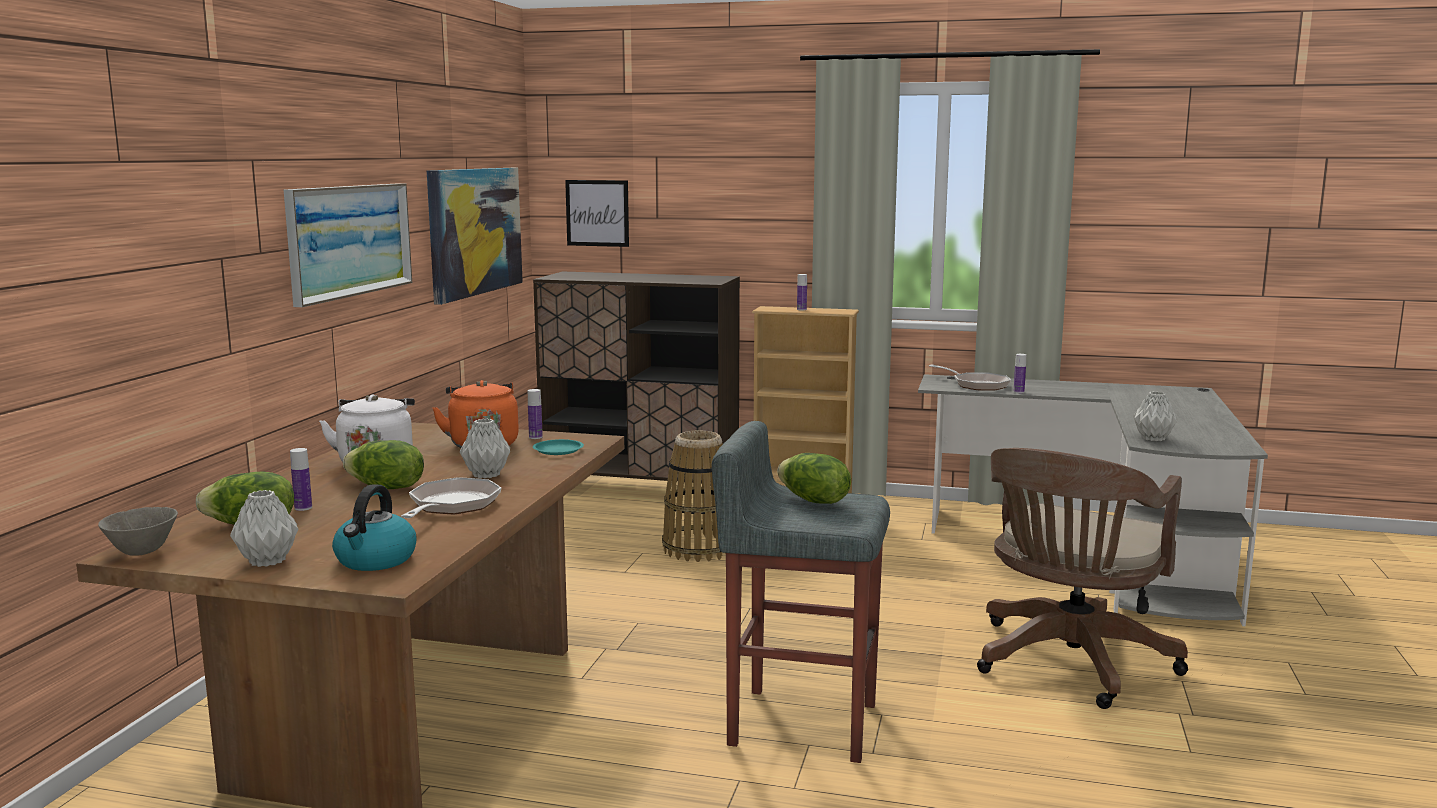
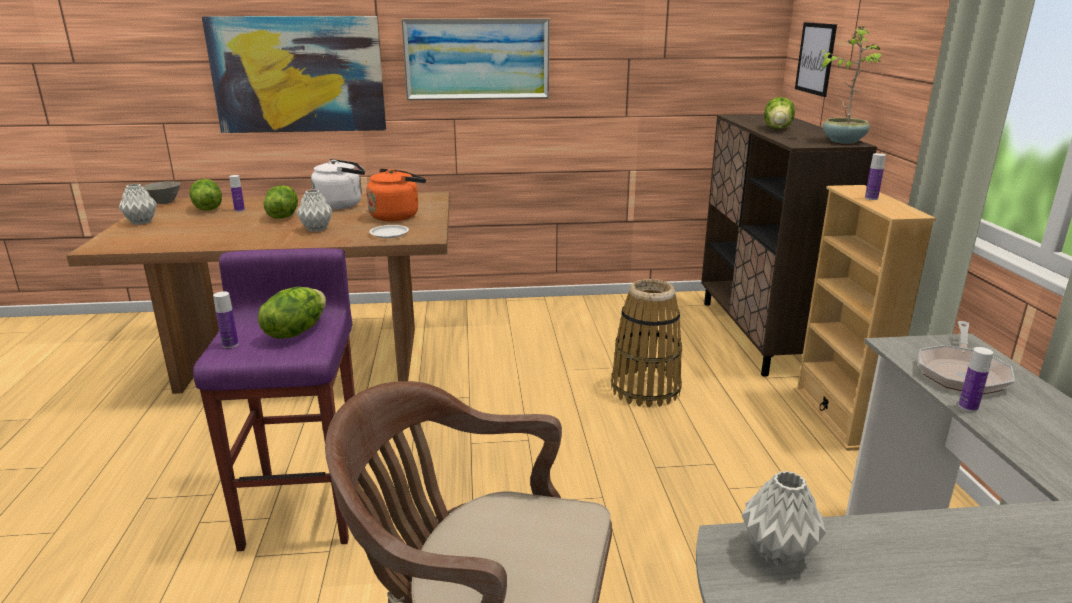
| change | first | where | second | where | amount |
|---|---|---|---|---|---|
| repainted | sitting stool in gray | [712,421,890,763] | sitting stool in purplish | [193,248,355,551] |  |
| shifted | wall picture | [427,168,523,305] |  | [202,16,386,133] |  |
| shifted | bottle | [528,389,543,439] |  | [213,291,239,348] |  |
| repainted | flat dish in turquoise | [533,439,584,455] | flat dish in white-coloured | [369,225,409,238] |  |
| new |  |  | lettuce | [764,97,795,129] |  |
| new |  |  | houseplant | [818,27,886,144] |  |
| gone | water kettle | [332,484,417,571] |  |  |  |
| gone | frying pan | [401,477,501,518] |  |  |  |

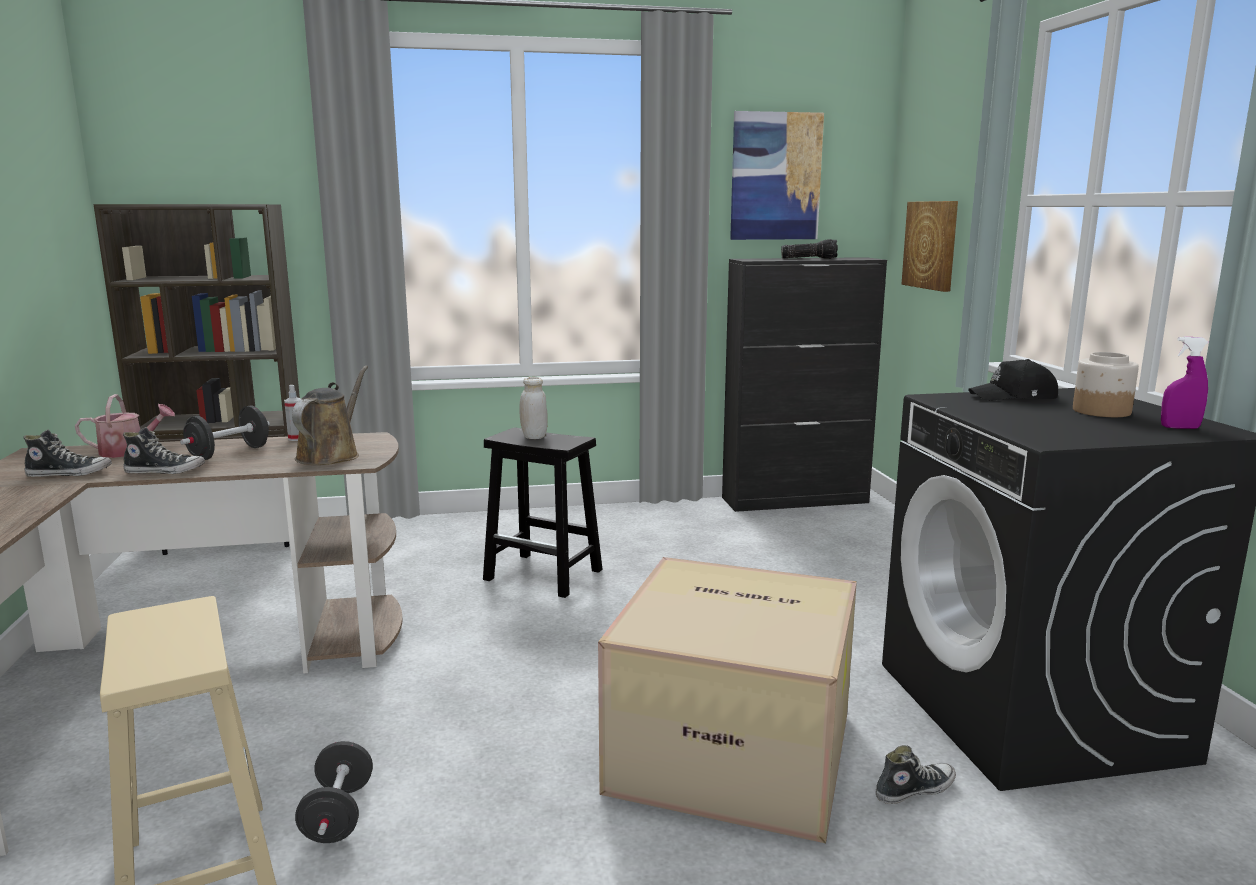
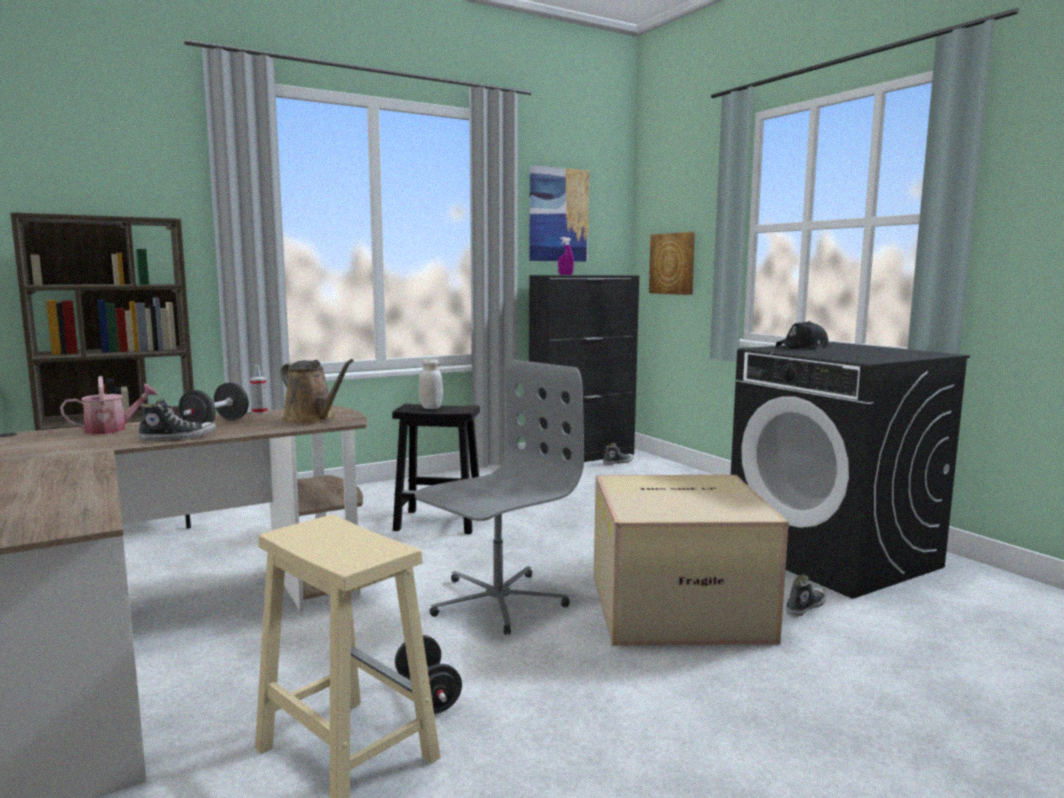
| change | first | where | second | where | amount |
|---|---|---|---|---|---|
| rotated | watering can in brown | [292,366,368,465] |  | [281,359,354,424] | 135 degrees clockwise |
| new |  |  | office chair in gray | [415,360,584,635] |  |
| shifted | spray bottle in purplish | [1161,336,1209,429] |  | [558,237,574,275] |  |
| shifted | item of footwear | [23,429,112,477] |  | [603,443,634,465] |  |
| gone | flashlight | [781,239,838,259] |  |  |  |
| gone | storage jar | [1073,352,1139,417] |  |  |  |

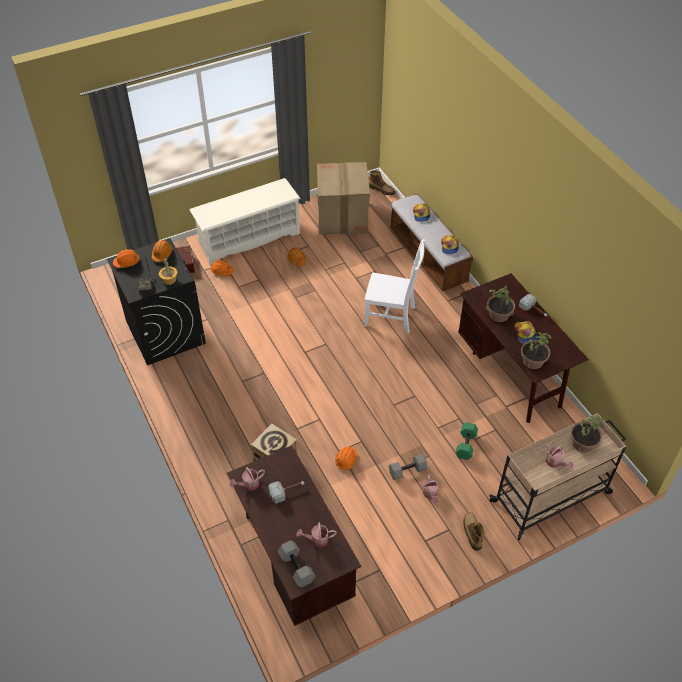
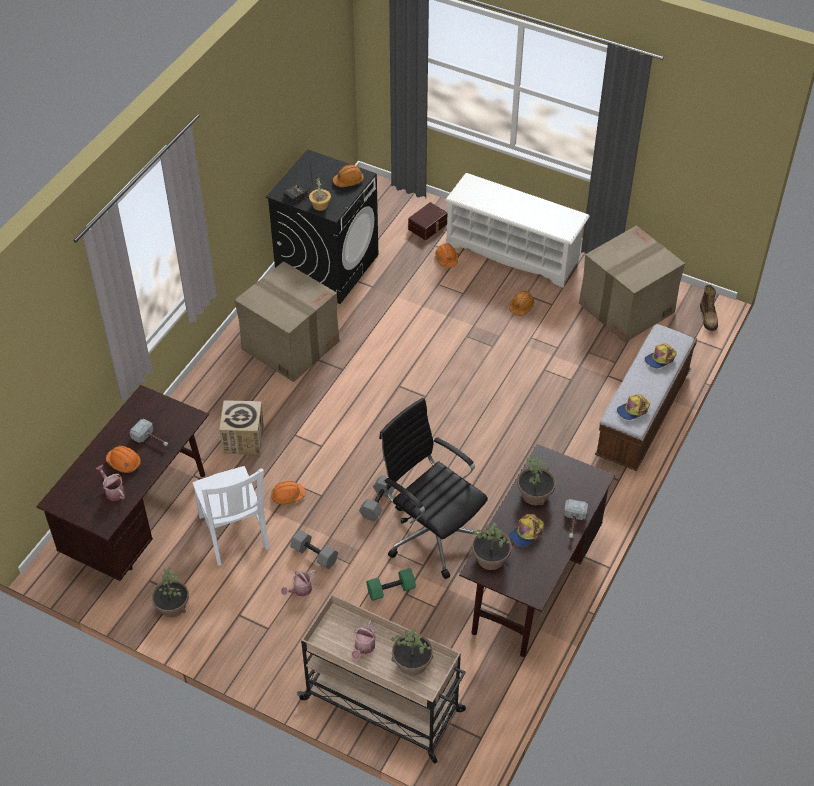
| change | first | where | second | where | amount |
|---|---|---|---|---|---|
| shifted | hard hat in orangey | [113,249,140,268] |  | [106,446,141,473] |  |
| new |  |  | houseplant | [152,567,189,617] |  |
| shifted | upright chair in white-coloured | [364,239,425,334] |  | [193,466,270,566] |  |
| new |  |  | cardboard box | [234,261,340,382] |  |
| shifted | free weight in gray | [278,540,315,588] |  | [359,475,395,522] |  |
| new |  |  | office chair in black-coloured | [379,398,488,579] |  |
| gone | watering can | [229,467,265,491] |  |  |  |
| gone | high-top boot | [463,512,484,551] |  |  |  |

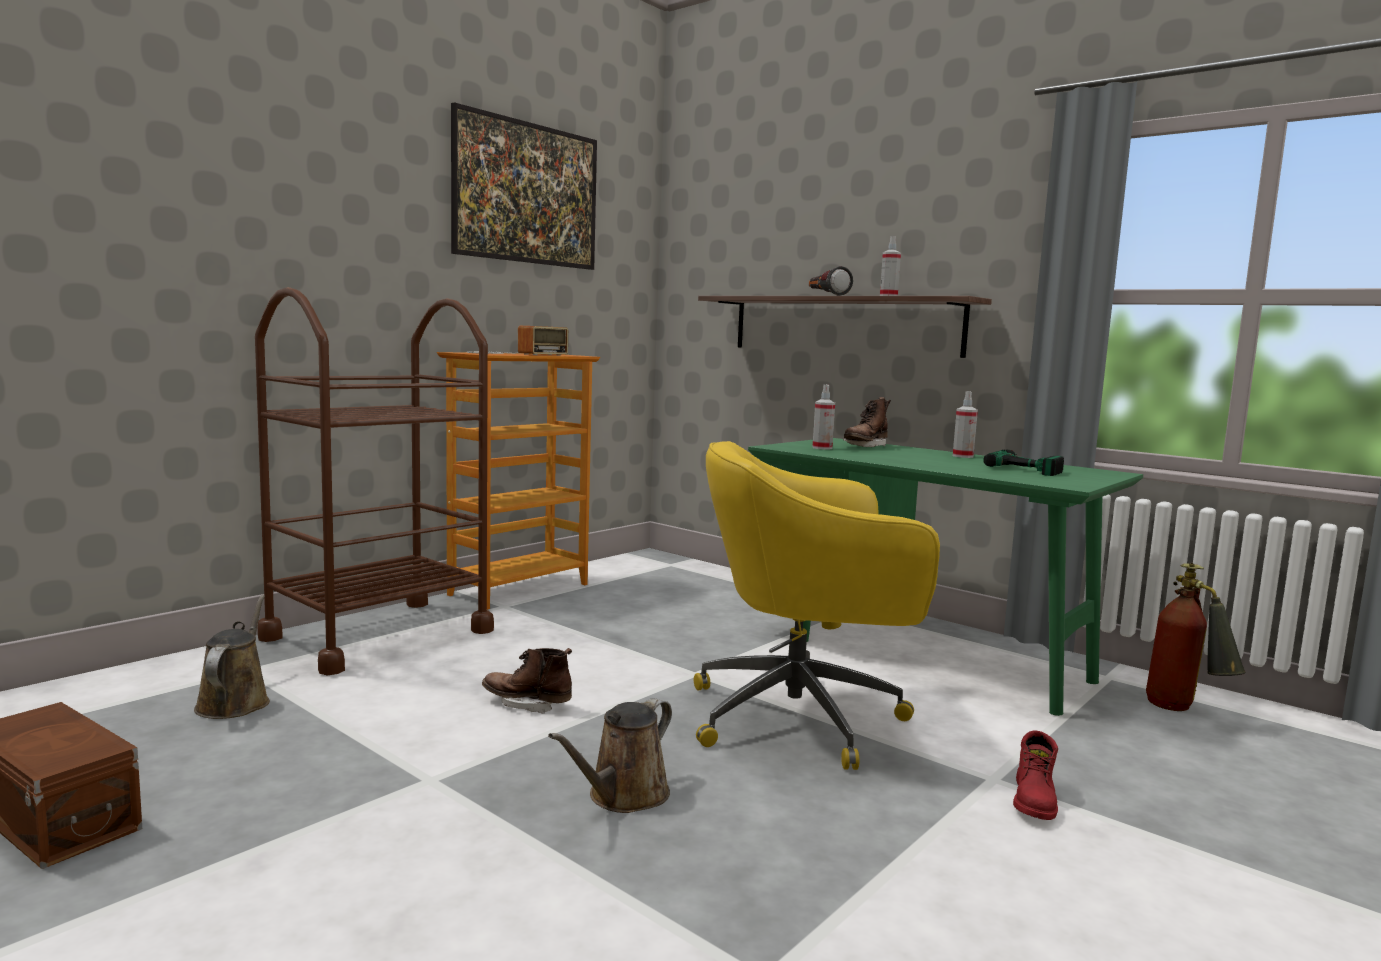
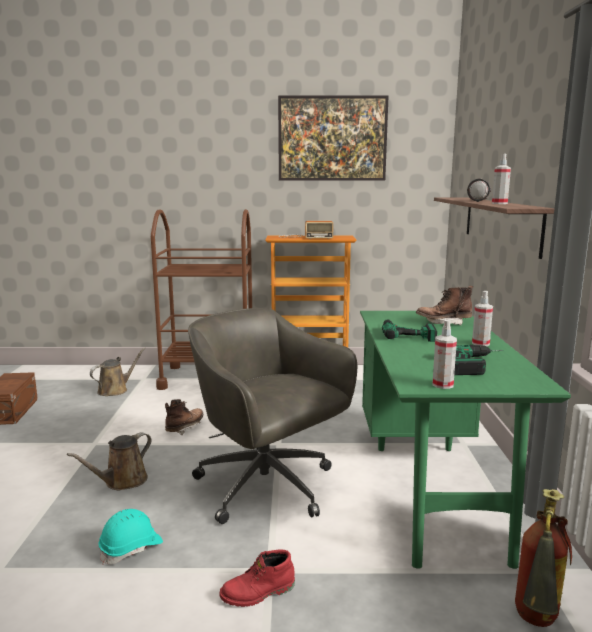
| change | first | where | second | where | amount |
|---|---|---|---|---|---|
| rotated | watering can in brown | [548,698,672,813] |  | [67,432,152,490] | 45 degrees counterclockwise |
| new |  |  | hard hat in turquoise | [99,509,163,565] |  |
| rotated | high-top boot in brown | [482,648,572,714] |  | [165,399,204,435] | 60 degrees clockwise |
| repainted | office chair in yellow | [694,441,940,770] | office chair in gray | [188,308,357,524] |  |
| new |  |  | power drill | [382,319,437,342] |  |
| shifted | spray bottle | [812,385,835,450] |  | [433,320,457,389] |  |

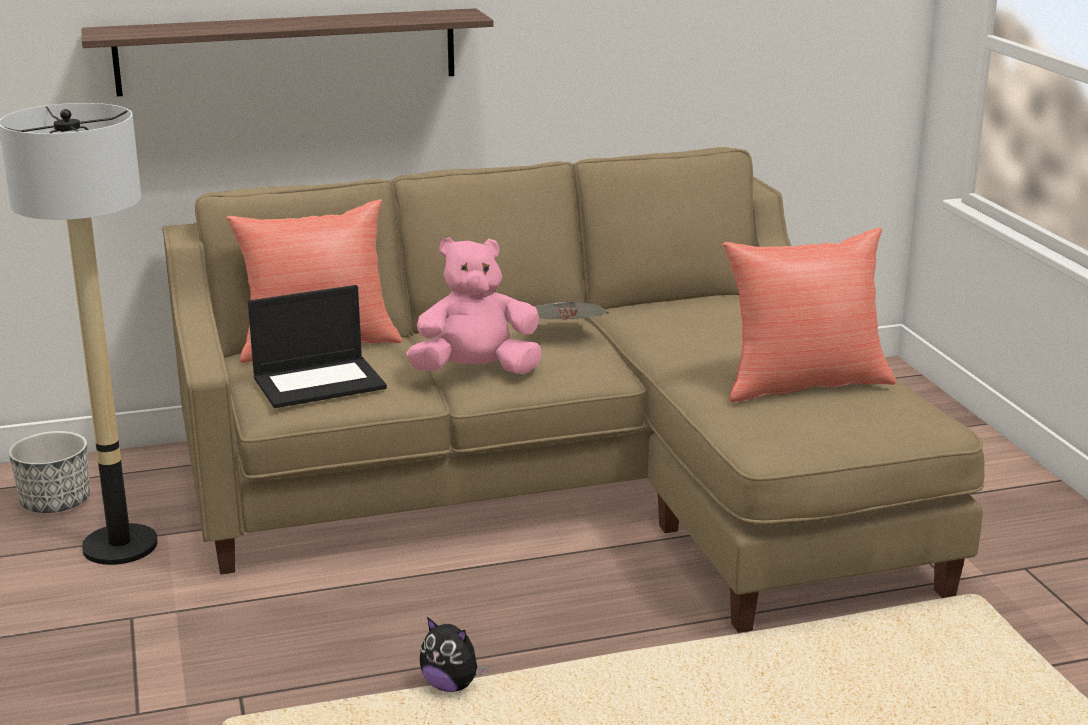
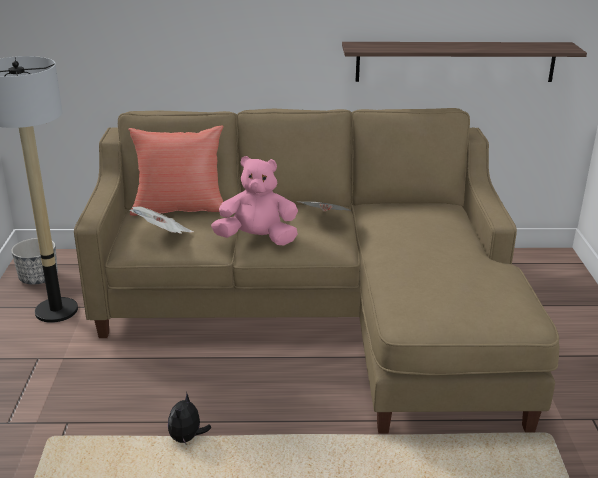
| change | first | where | second | where | amount |
|---|---|---|---|---|---|
| swapped | notebook computer | [248,285,387,408] | daily paper | [130,207,194,234] |  |
| rotated | soft toy | [419,617,488,692] |  | [168,393,212,444] | 60 degrees clockwise |
| shifted | wall shelf | [82,8,493,97] |  | [342,42,587,82] |  |
| gone | pillow in red-coloured | [723,227,896,402] |  |  |  |

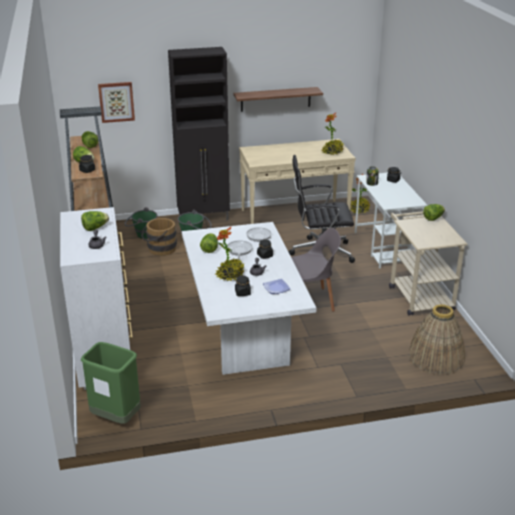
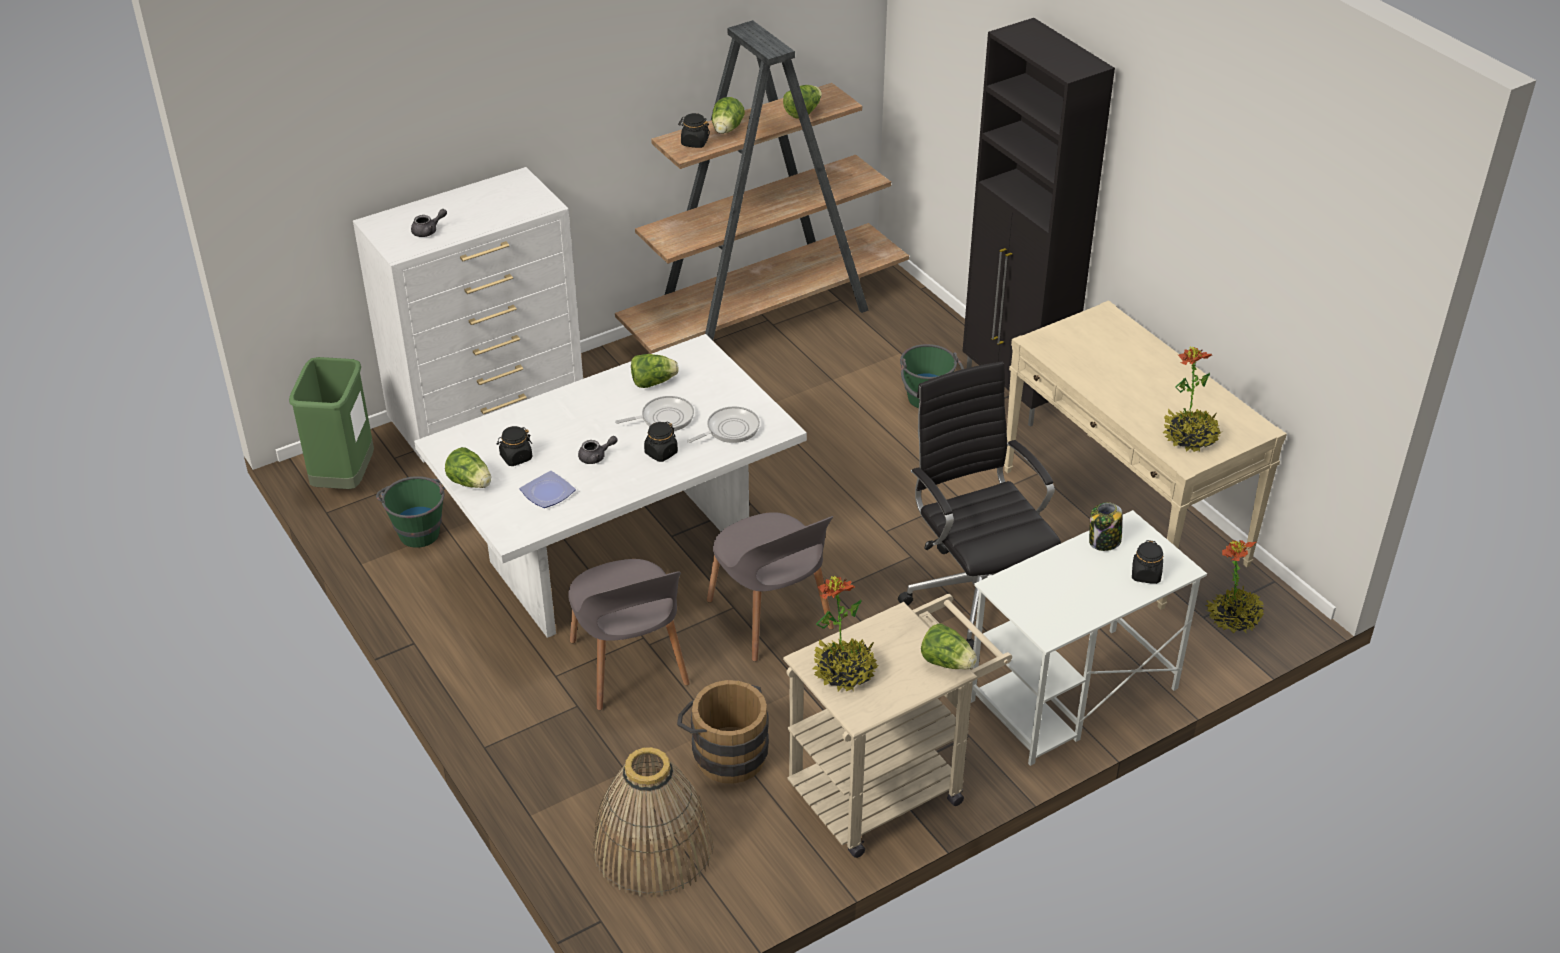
| change | first | where | second | where | amount |
|---|---|---|---|---|---|
| shifted | water bucket in green | [124,207,158,239] |  | [376,476,445,548] |  |
| shifted | lettuce | [81,211,109,231] |  | [445,447,491,488] |  |
| new |  |  | upright chair in gray | [568,559,690,710] |  |
| shifted | water bucket in brown | [141,218,177,256] |  | [677,680,769,784] |  |
| shifted | houseplant | [215,227,245,281] |  | [813,576,879,691] |  |
| gone | wall picture | [98,82,135,123] |  |  |  |
| gone | wall shelf | [233,87,323,112] |  |  |  |

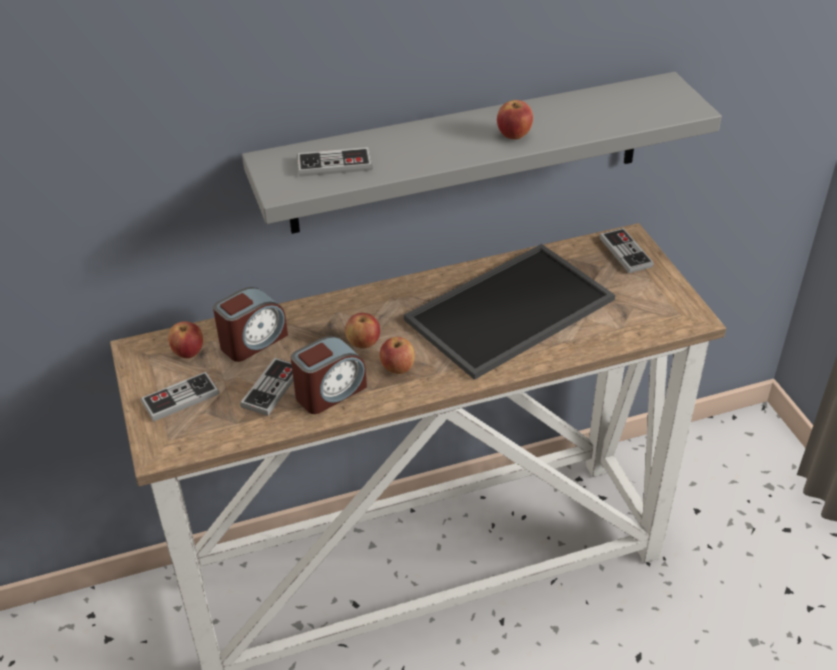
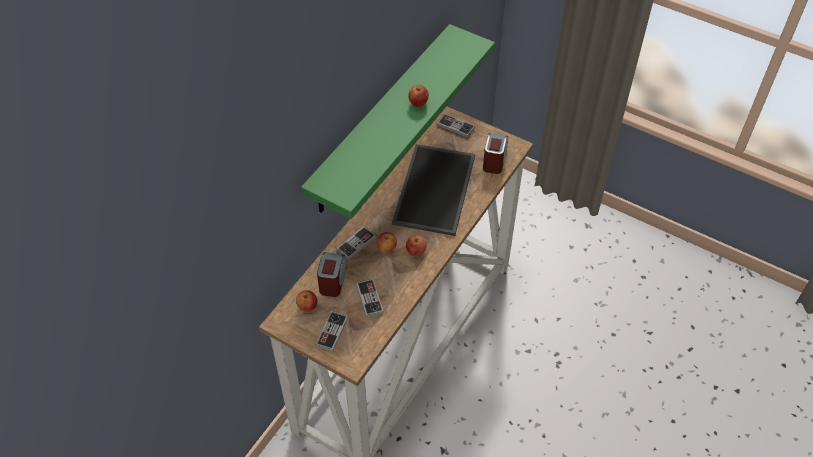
| change | first | where | second | where | amount |
|---|---|---|---|---|---|
| repainted | wall shelf in gray | [242,72,722,234] | wall shelf in green | [301,24,495,219] |  |
| shifted | game controller | [297,147,372,177] |  | [336,226,376,260] |  |
| shifted | bedside clock | [291,336,367,414] |  | [483,133,508,174] |  |

